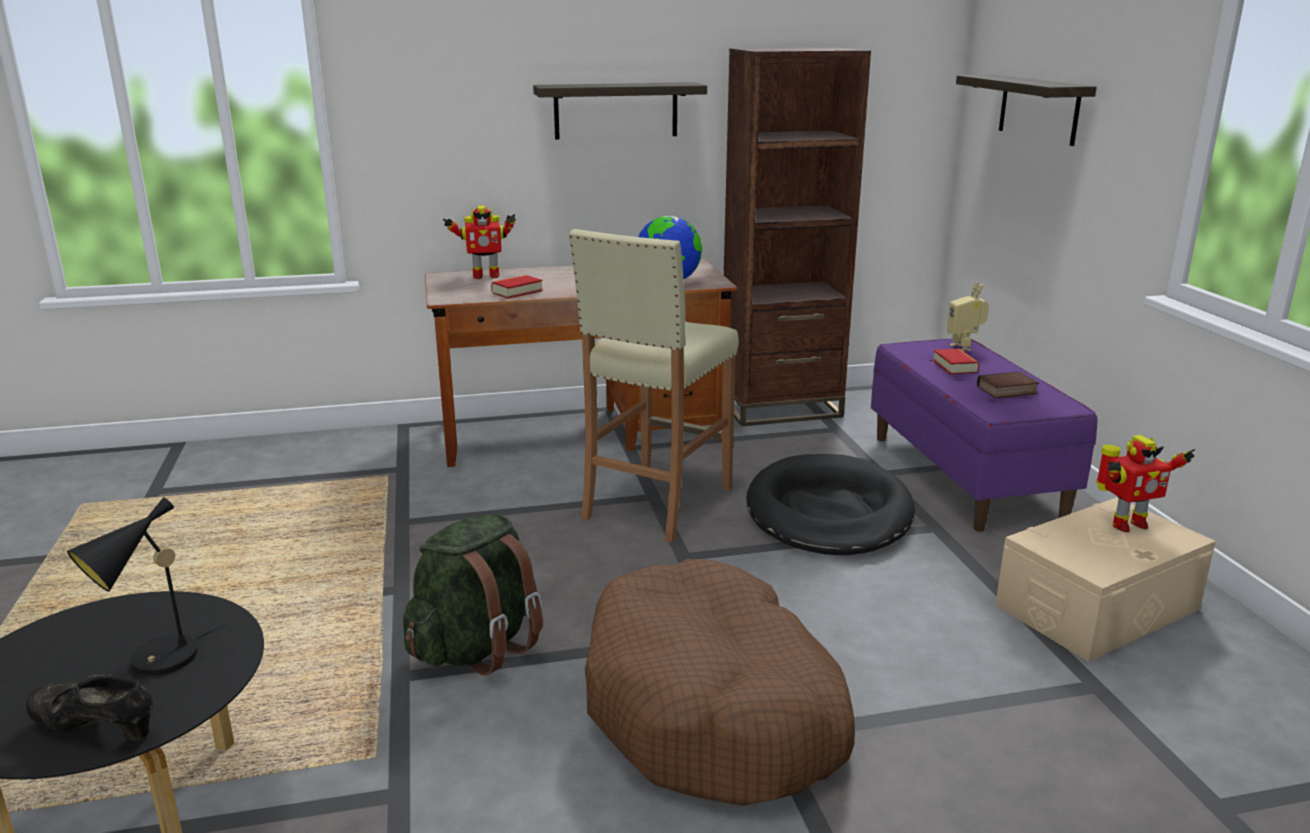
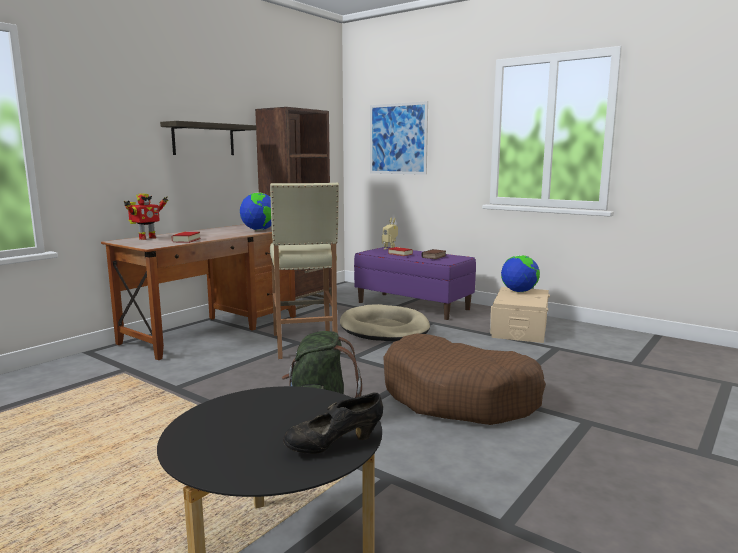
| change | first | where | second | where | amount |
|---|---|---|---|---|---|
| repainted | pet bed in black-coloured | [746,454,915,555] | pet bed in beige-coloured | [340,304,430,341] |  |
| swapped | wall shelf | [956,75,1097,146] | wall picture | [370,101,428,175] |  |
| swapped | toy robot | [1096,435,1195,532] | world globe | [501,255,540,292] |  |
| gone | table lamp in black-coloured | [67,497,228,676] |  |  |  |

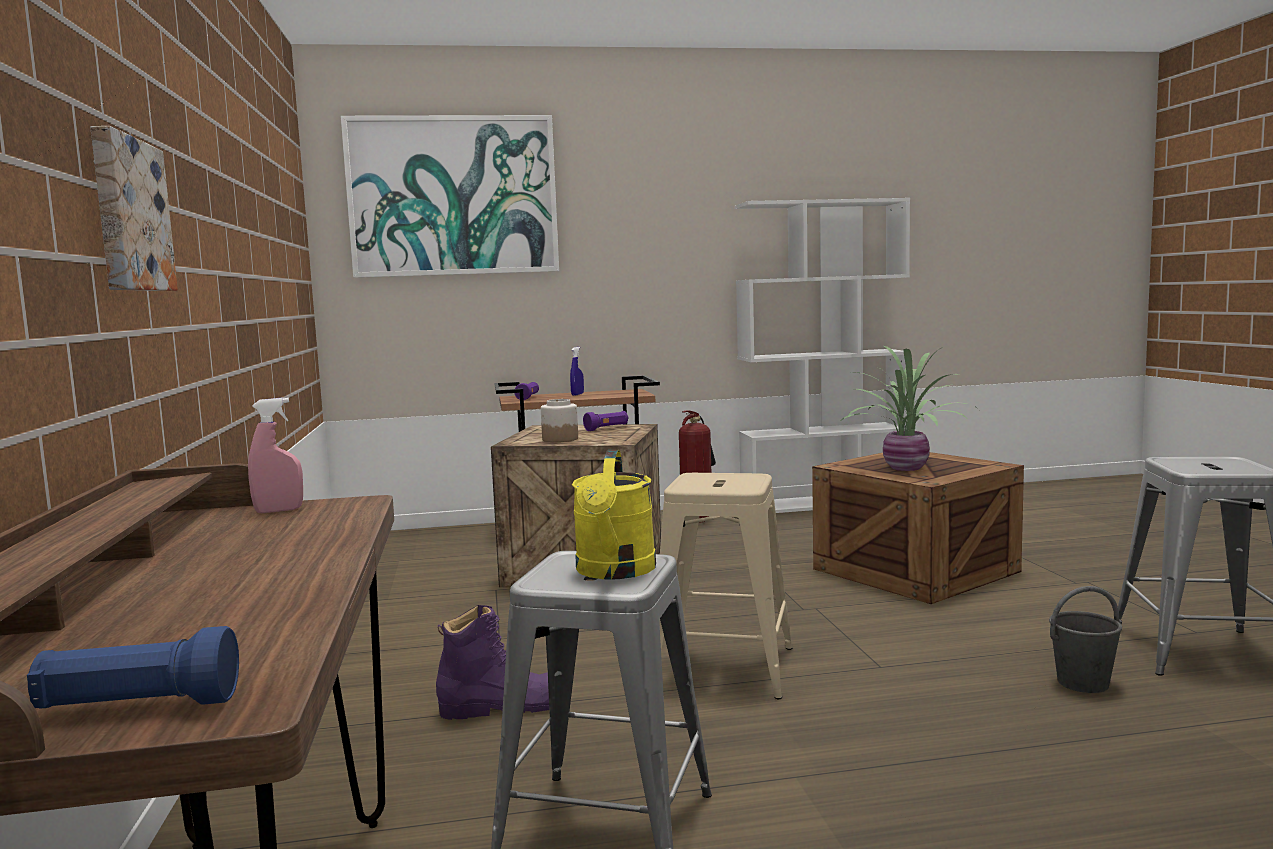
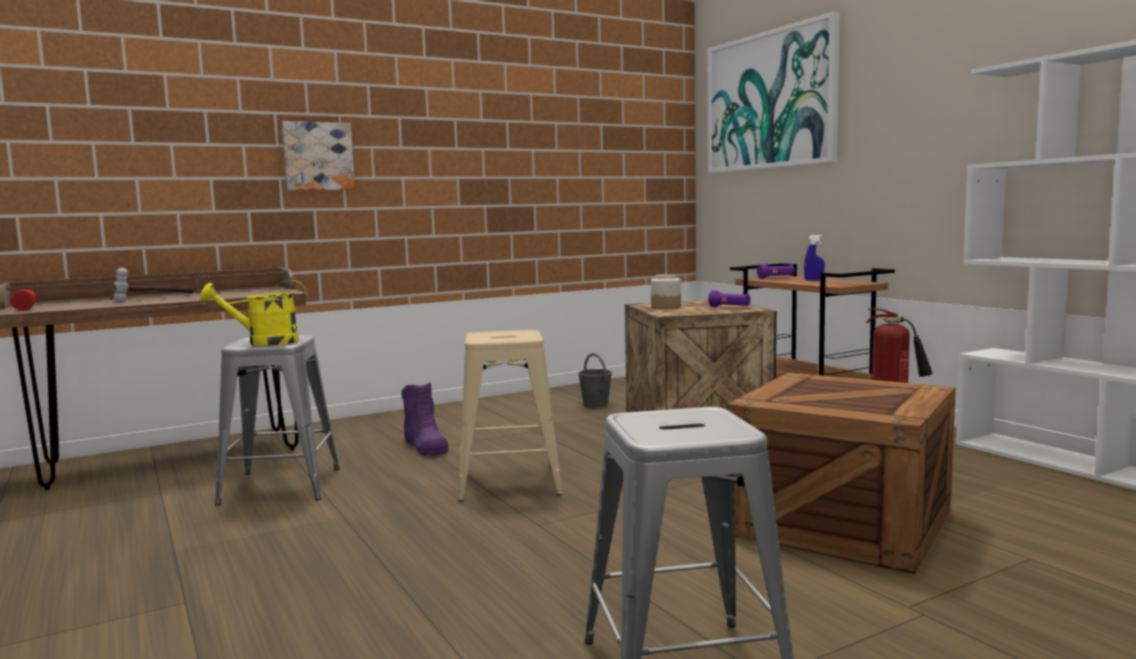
| change | first | where | second | where | amount |
|---|---|---|---|---|---|
| repainted | flashlight in blue-coloured | [27,626,239,709] | flashlight in red-coloured | [10,289,37,311] |  |
| new |  |  | hand hammer | [113,268,194,301] |  |
| shifted | water bucket in gray | [1049,586,1122,693] |  | [578,353,612,407] |  |
| gone | spray bottle in pink-coloured | [248,398,303,513] |  |  |  |
| gone | houseplant | [842,346,979,471] |  |  |  |

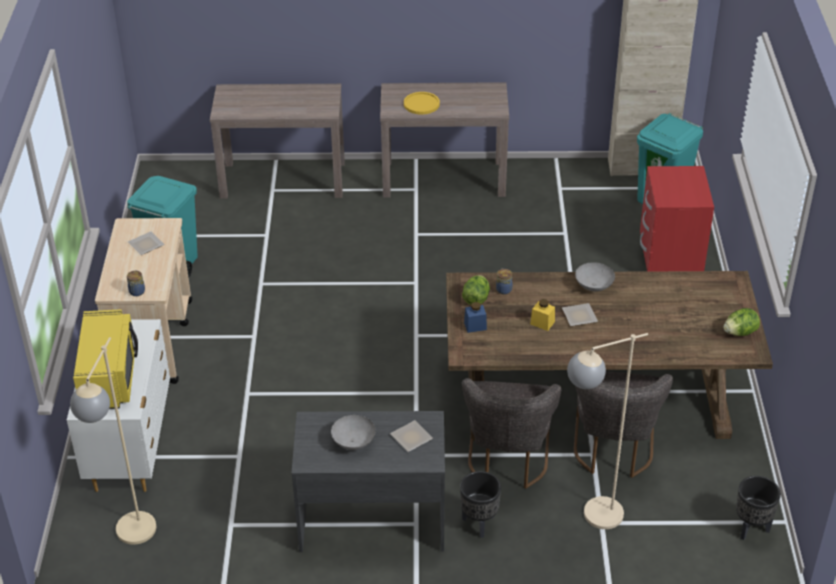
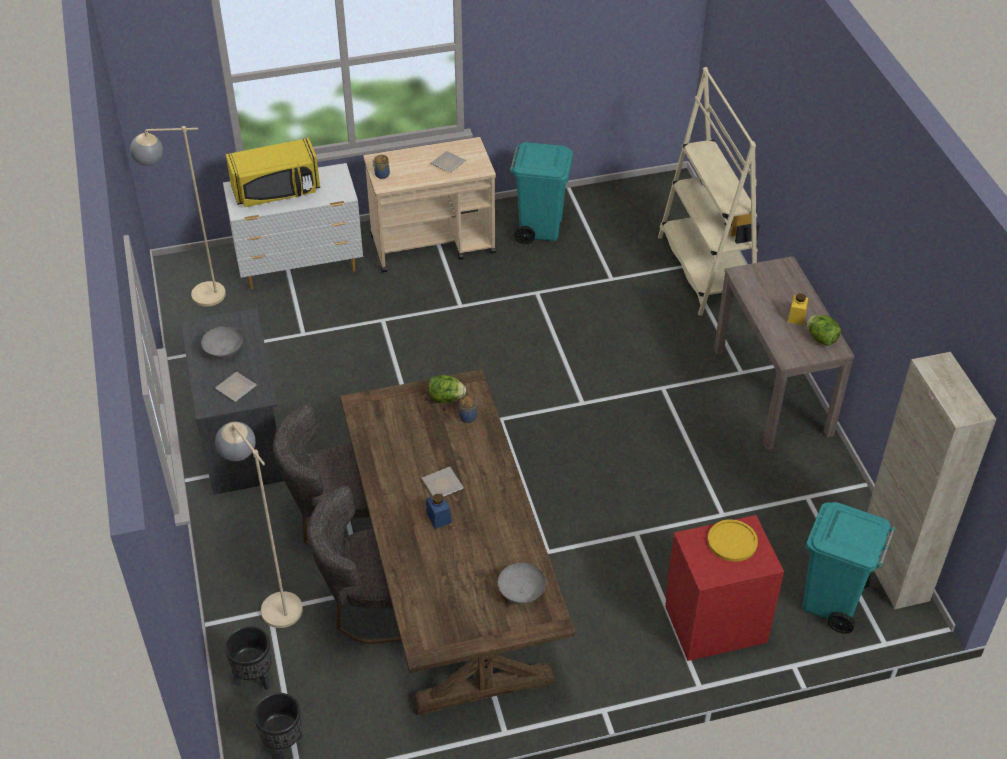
| change | first | where | second | where | amount |
|---|---|---|---|---|---|
| shifted | plant pot in black-coloured | [460,471,501,538] |  | [225,626,272,690] |  |
| shifted | storage jar in blue-coloured | [464,302,487,333] |  | [426,494,451,529] |  |
| shifted | deep dish in gray | [575,262,615,291] |  | [498,563,546,604] |  |
| swapped | console table in brown | [210,84,345,199] | bookshelf in beige-coloured | [658,67,760,316] |  |
| shifted | flat dish in yellow | [404,92,440,115] |  | [708,519,758,562] |  |
| shifted | storage jar in yellow | [530,299,555,331] |  | [788,293,808,325] |  |
| shifted | lettuce | [724,308,760,336] |  | [807,315,841,346] |  |

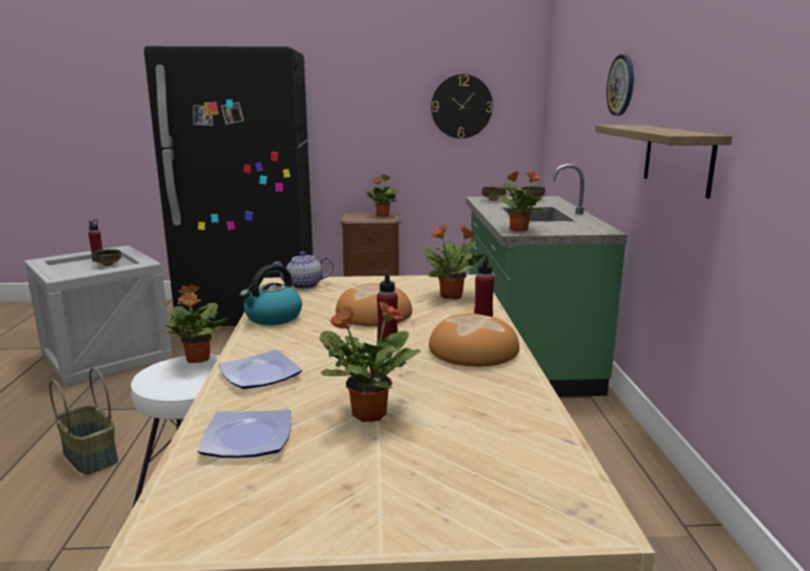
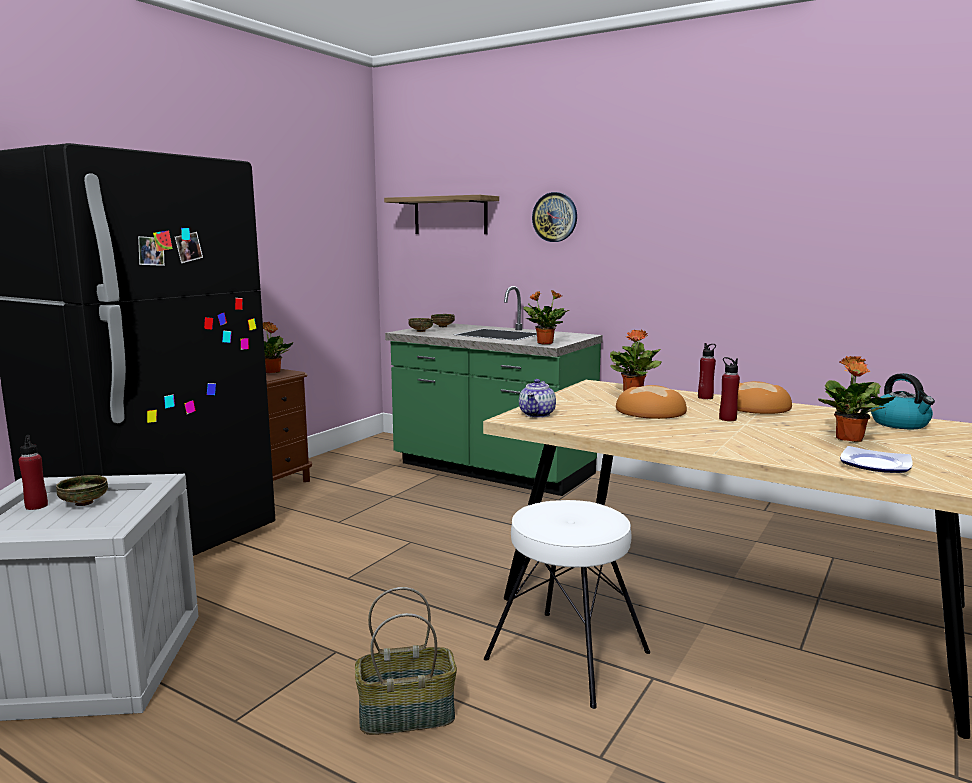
| change | first | where | second | where | amount |
|---|---|---|---|---|---|
| shifted | wall shelf | [595,125,732,198] |  | [384,195,499,234] |  |
| shifted | water kettle | [240,264,302,325] |  | [871,373,935,429] |  |
| gone | houseplant | [162,285,227,363] |  |  |  |
| gone | flat dish | [218,350,303,389] |  |  |  |
| gone | clock on the wall | [431,74,493,139] |  |  |  |

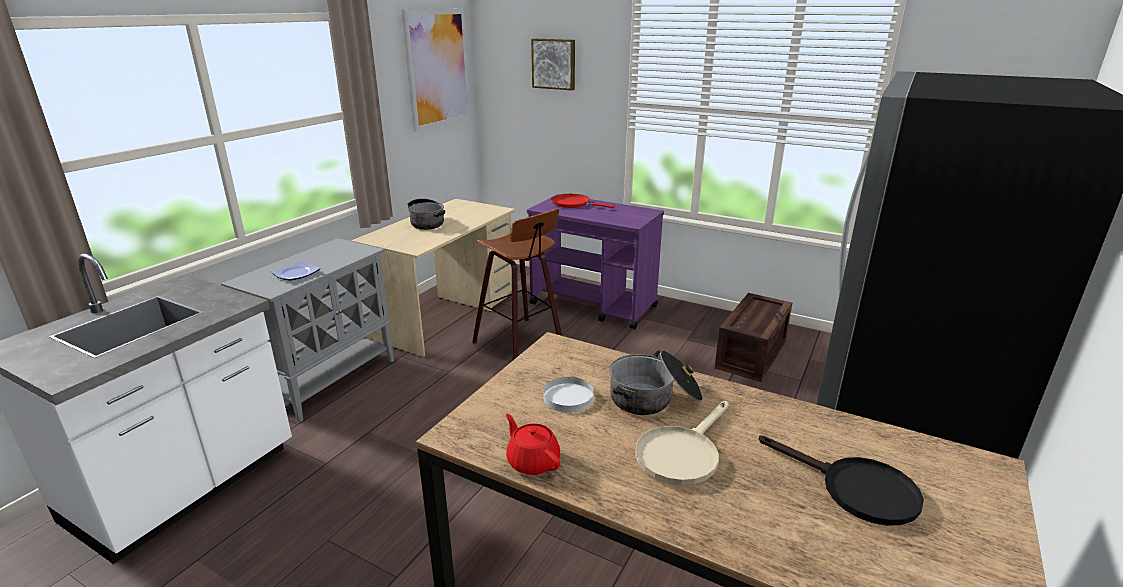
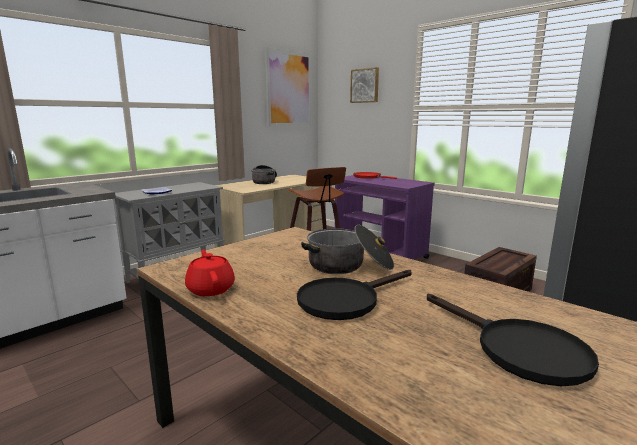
| change | first | where | second | where | amount |
|---|---|---|---|---|---|
| repainted | frying pan in beige-coloured | [635,401,729,485] | frying pan in black-coloured | [297,270,412,320] |  |
| gone | flat dish in white-coloured | [543,377,594,412] |  |  |  |

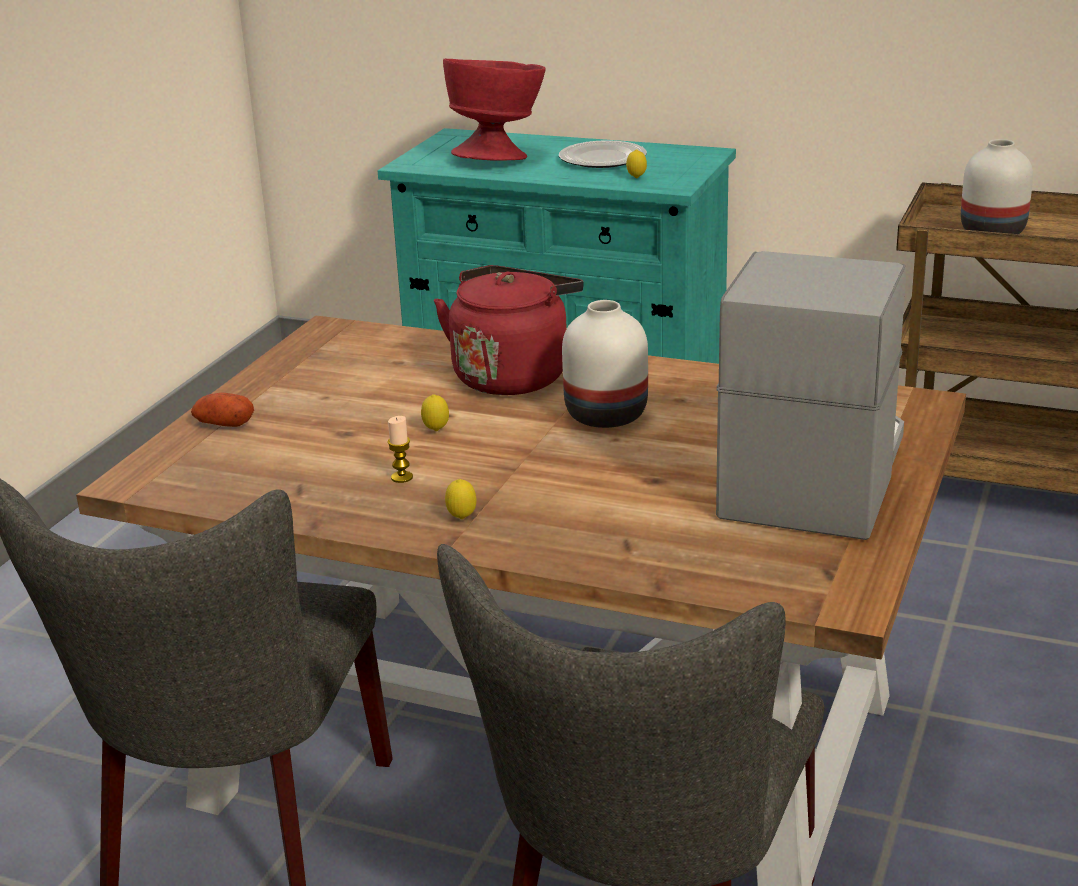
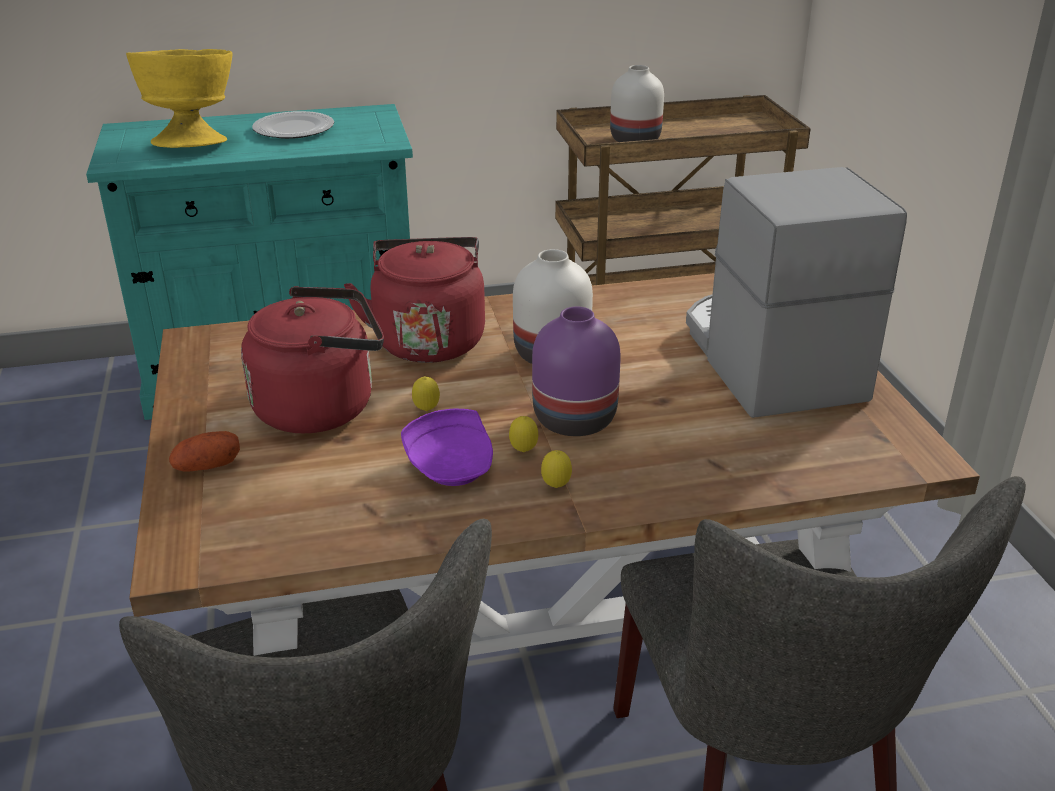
| change | first | where | second | where | amount |
|---|---|---|---|---|---|
| repainted | deep dish in red-coloured | [443,59,545,161] | deep dish in yellow | [126,49,232,148] |  |
| new |  |  | water kettle in red-coloured | [241,286,384,433] |  |
| swapped | candle | [387,416,413,483] | flat dish in purplish | [401,408,493,486] |  |
| shifted | lemon | [626,150,647,178] |  | [509,416,538,452] |  |
| new |  |  | vase in purplish | [532,307,621,436] |  |

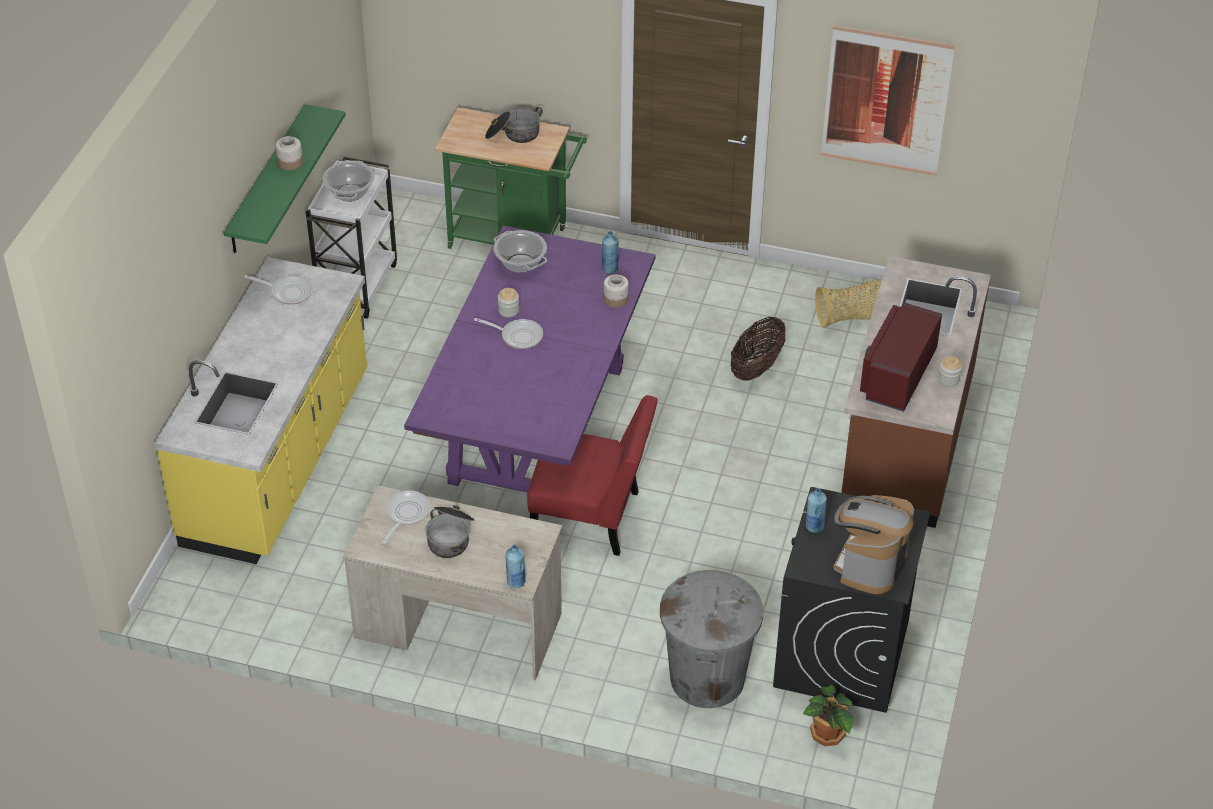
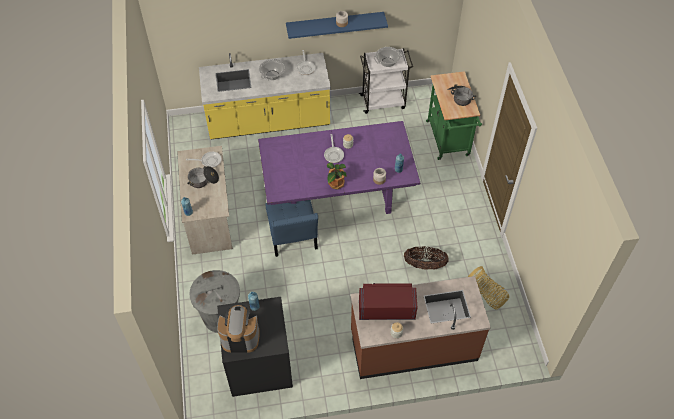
| change | first | where | second | where | amount |
|---|---|---|---|---|---|
| shifted | saucepot | [494,230,547,273] |  | [259,59,285,80] |  |
| repainted | upright chair in red-coloured | [527,395,658,556] | upright chair in blue-coloured | [265,200,318,257] |  |
| repainted | wall shelf in green | [223,104,346,253] | wall shelf in blue-coloured | [286,12,388,39] |  |
| shifted | houseplant | [803,685,853,746] |  | [327,163,347,189] |  |
| gone | wall picture | [821,25,955,176] |  |  |  |

